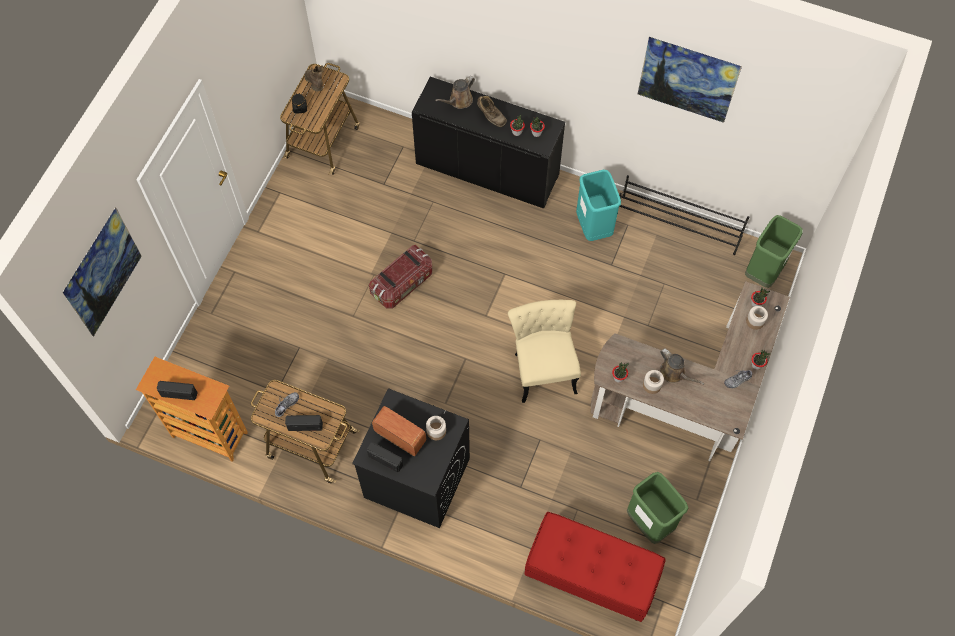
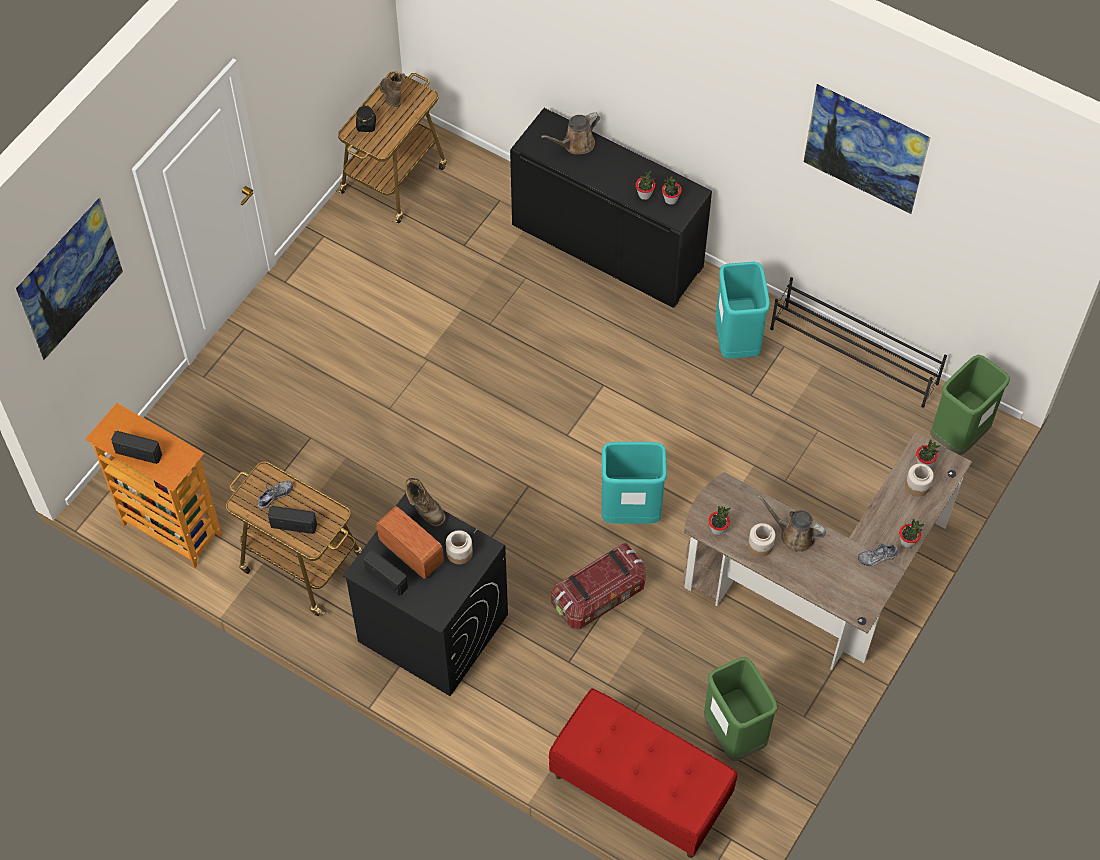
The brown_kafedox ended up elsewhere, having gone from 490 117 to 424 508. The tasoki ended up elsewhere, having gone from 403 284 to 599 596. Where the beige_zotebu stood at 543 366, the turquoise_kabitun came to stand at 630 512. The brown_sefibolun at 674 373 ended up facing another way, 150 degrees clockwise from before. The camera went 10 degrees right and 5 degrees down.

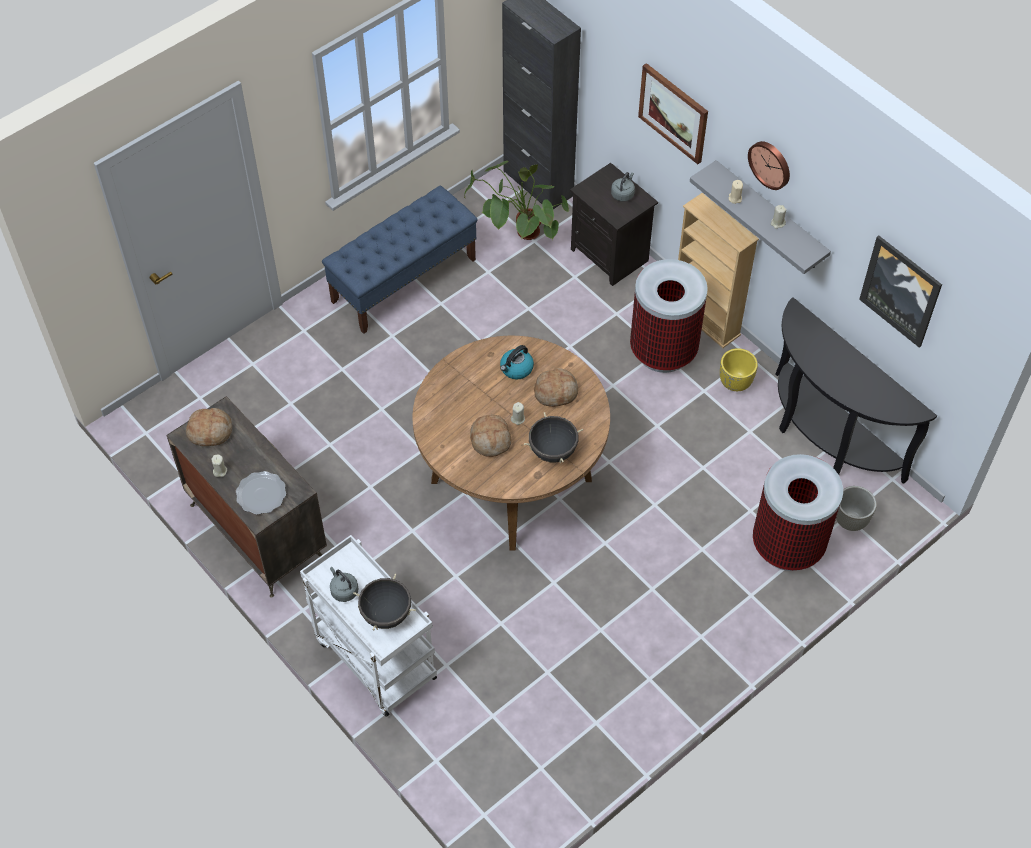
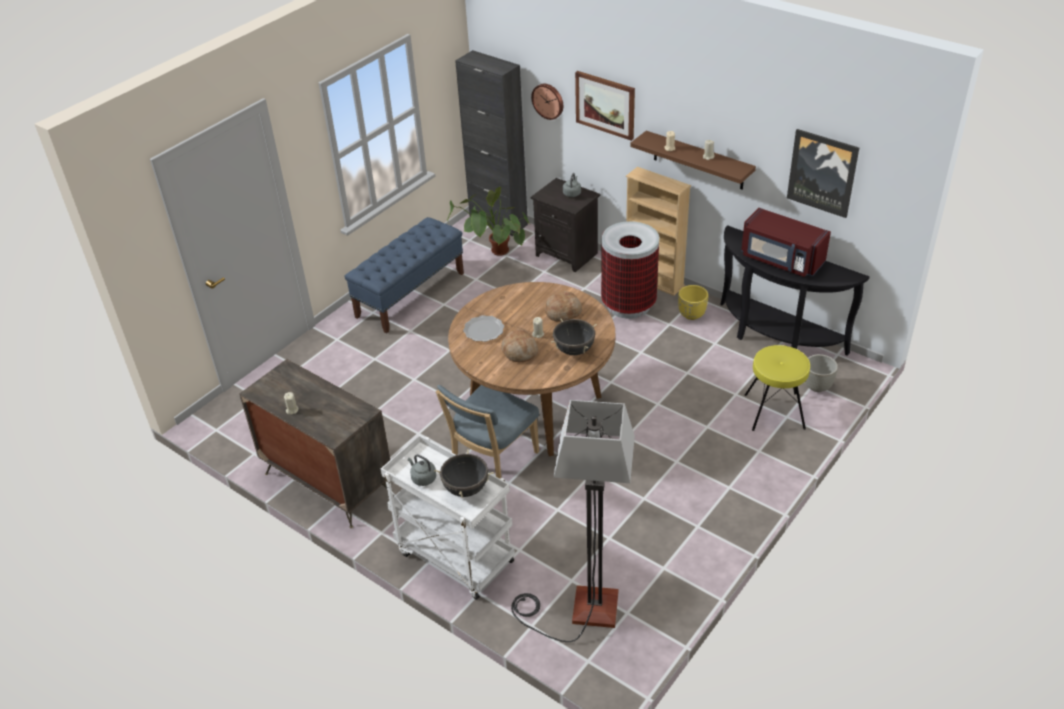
The second view gained the blue_zotebu at 492 462. The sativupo ended up elsewhere, having gone from 261 494 to 484 330. The second view gained the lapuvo at 579 610. The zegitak ended up elsewhere, having gone from 770 164 to 548 100. What was the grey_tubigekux at 770 217 turned into the brown_tubigekux at 698 160. The second view gained the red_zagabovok at 781 260. Where the kabitun stood at 788 545, the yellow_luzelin came to stand at 775 411. The second view lost the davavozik at 210 431. The second view lost the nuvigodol at 516 369. The camera went 10 degrees left and 15 degrees down.

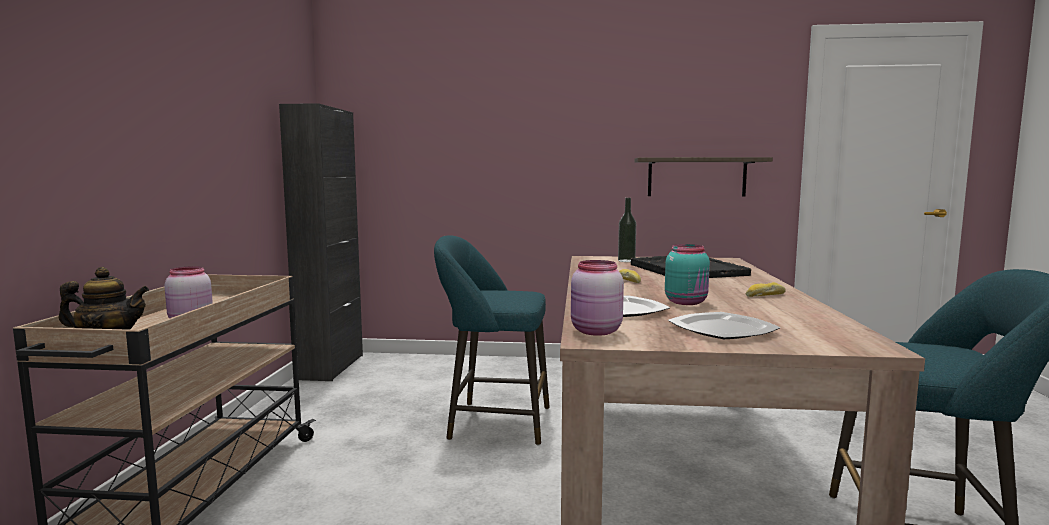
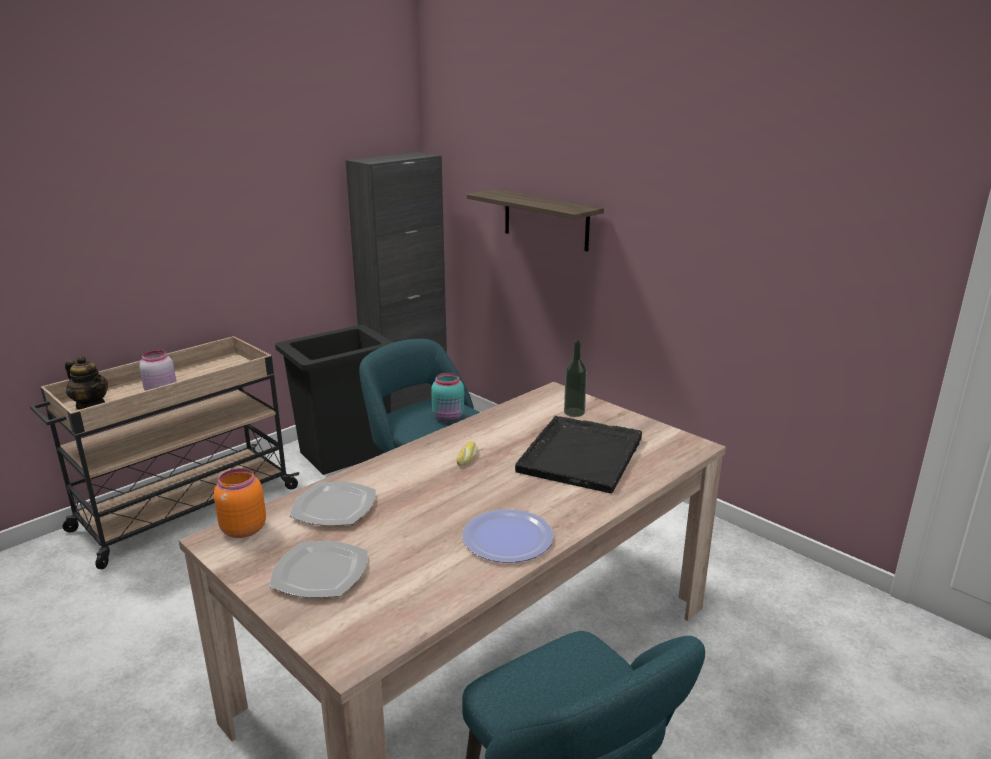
What was the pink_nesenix at 595 331 turned into the orange_nesenix at 242 529. The second view gained the black_kabitun at 344 453. The turquoise_nesenix ended up elsewhere, having gone from 687 302 to 449 417. Where the davavozik stood at 764 295, the sativupo came to stand at 507 538. The tubigekux ended up elsewhere, having gone from 696 177 to 546 220. The camera went 40 degrees right and 15 degrees up.

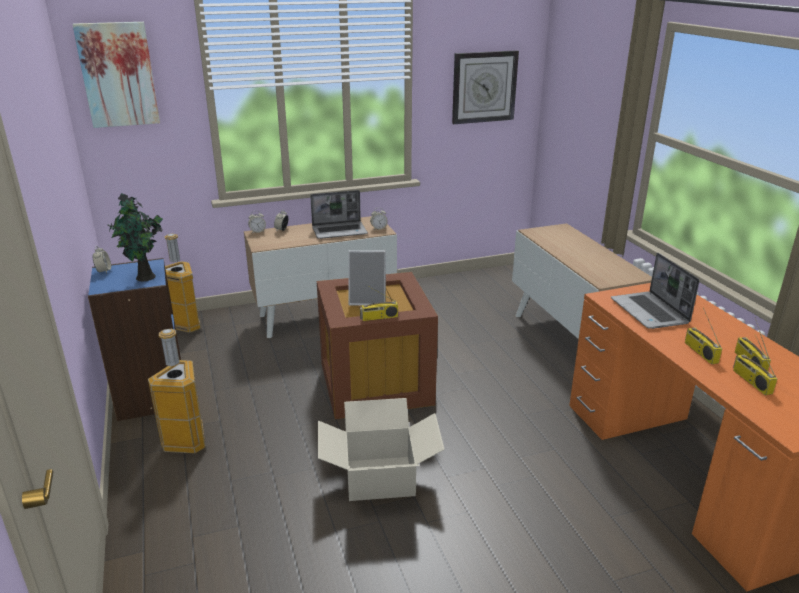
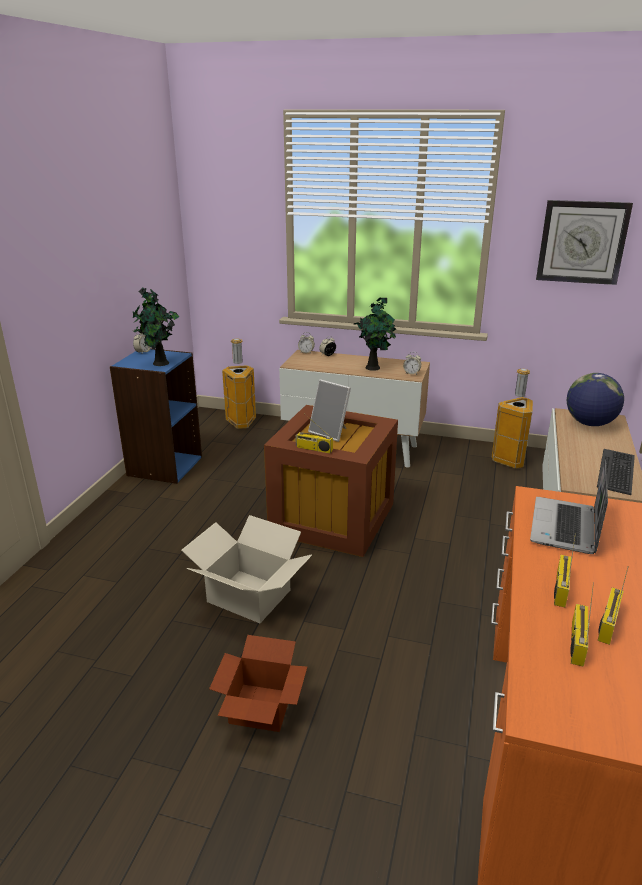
The second view gained the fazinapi at 259 708. Where the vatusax stood at 340 231, the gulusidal came to stand at 374 367. The kabitun ended up elsewhere, having gone from 187 441 to 510 460. The second view gained the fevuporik at 590 423. The second view gained the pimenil at 617 472. The second view lost the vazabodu at 118 75. The camera went 35 degrees right and 0 degrees up.

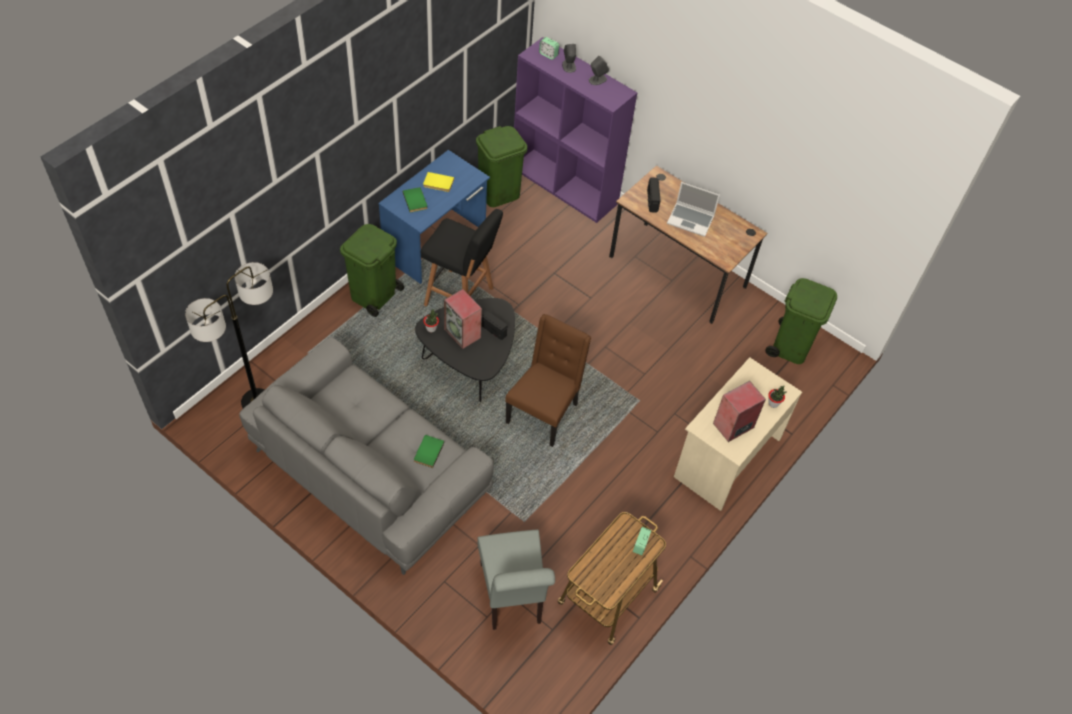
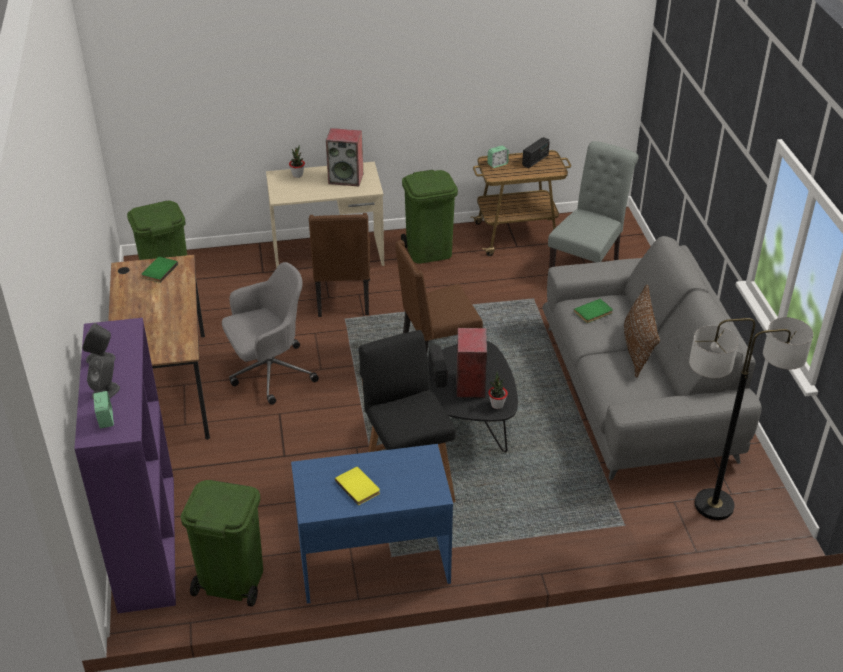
The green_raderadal ended up elsewhere, having gone from 416 200 to 158 270. The second view gained the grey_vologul at 269 372. The second view gained the brown_zotebu at 343 299. The green_kabitun ended up elsewhere, having gone from 373 295 to 429 252. The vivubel ended up elsewhere, having gone from 652 200 to 535 160. The second view gained the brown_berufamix at 637 348. The second view lost the vatusax at 691 220. The camera went 135 degrees left and 15 degrees down.

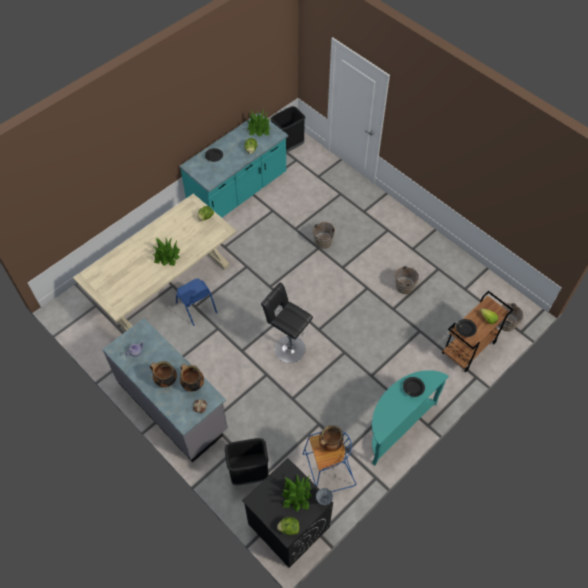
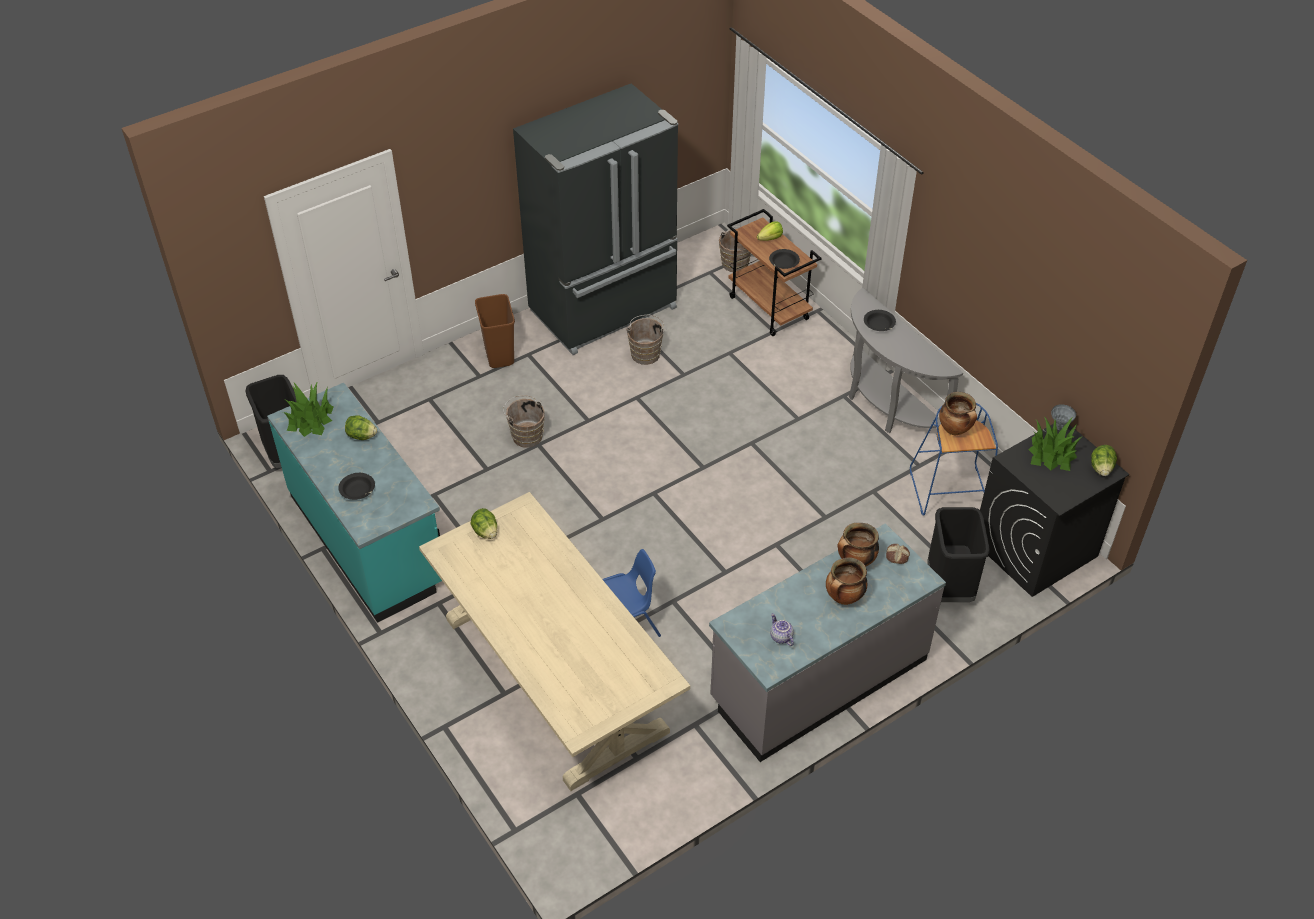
The second view gained the brown_kabitun at 500 356. The second view gained the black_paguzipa at 605 310. What was the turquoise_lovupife at 396 425 turned into the grey_lovupife at 884 405. The second view lost the gulusidal at 167 255. The second view lost the black_luzelin at 287 348. The camera went 80 degrees left and 10 degrees down.

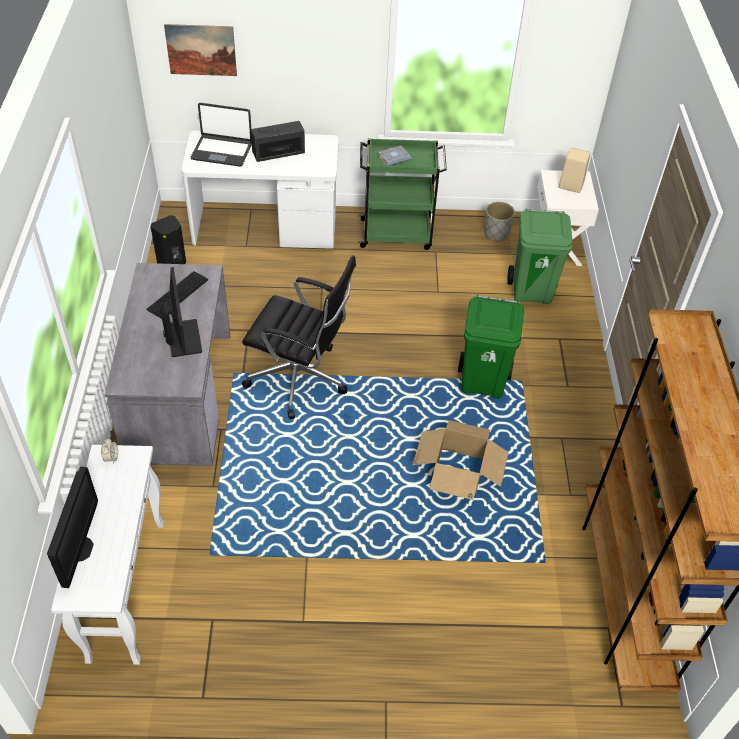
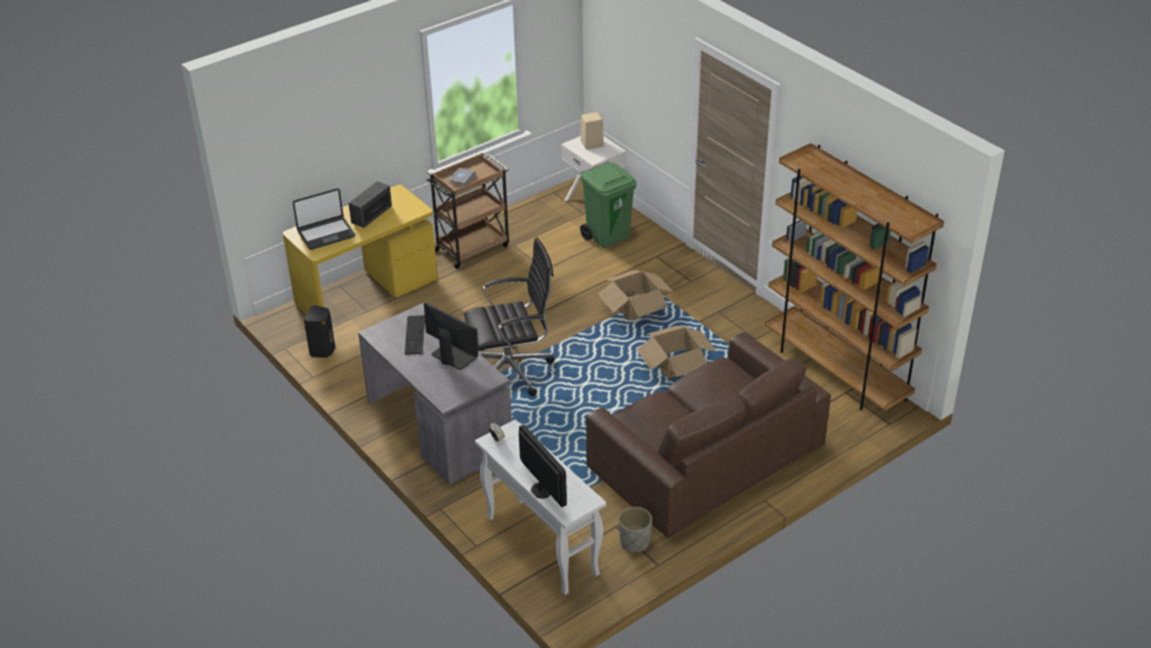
What was the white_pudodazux at 266 226 turned into the yellow_pudodazux at 367 291. What was the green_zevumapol at 397 234 turned into the brown_zevumapol at 473 247. The second view gained the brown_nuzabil at 704 457. Where the green_kabitun stood at 483 381, the fazinapi came to stand at 635 306. The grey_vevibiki ended up elsewhere, having gone from 496 233 to 634 542. The second view lost the vazabodu at 201 50. The camera went 35 degrees left and 10 degrees down.

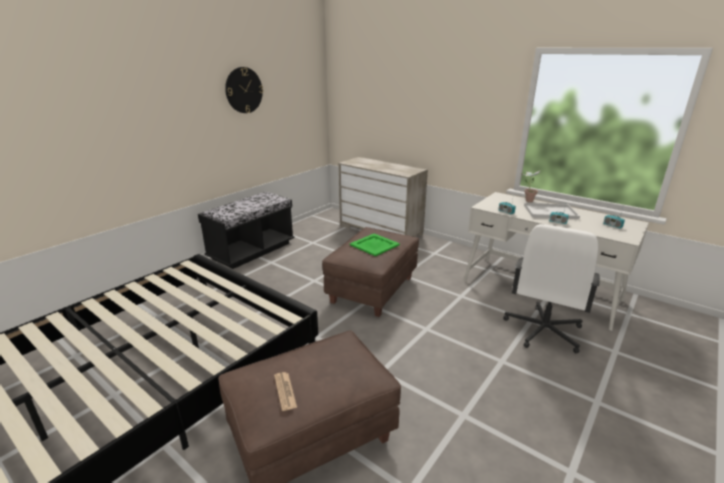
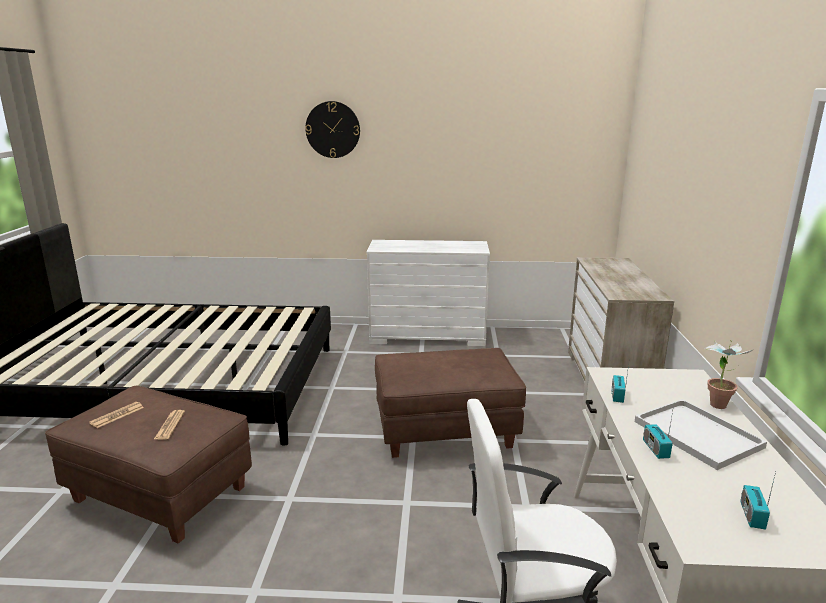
The second view gained the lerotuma at 169 425. The zegitak ended up elsewhere, having gone from 244 90 to 333 129. Where the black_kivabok stood at 252 251, the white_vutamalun came to stand at 428 335. The second view lost the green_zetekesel at 374 245. The camera went 55 degrees right and 5 degrees down.

